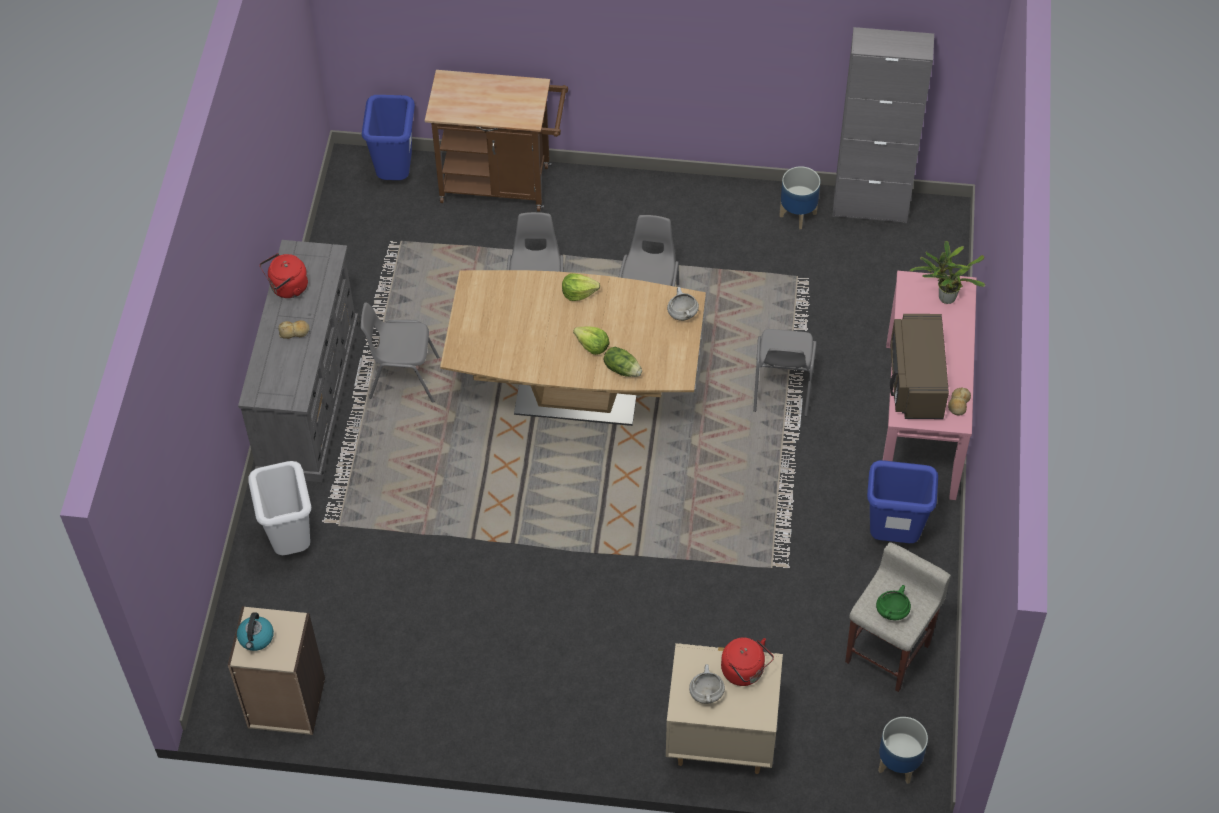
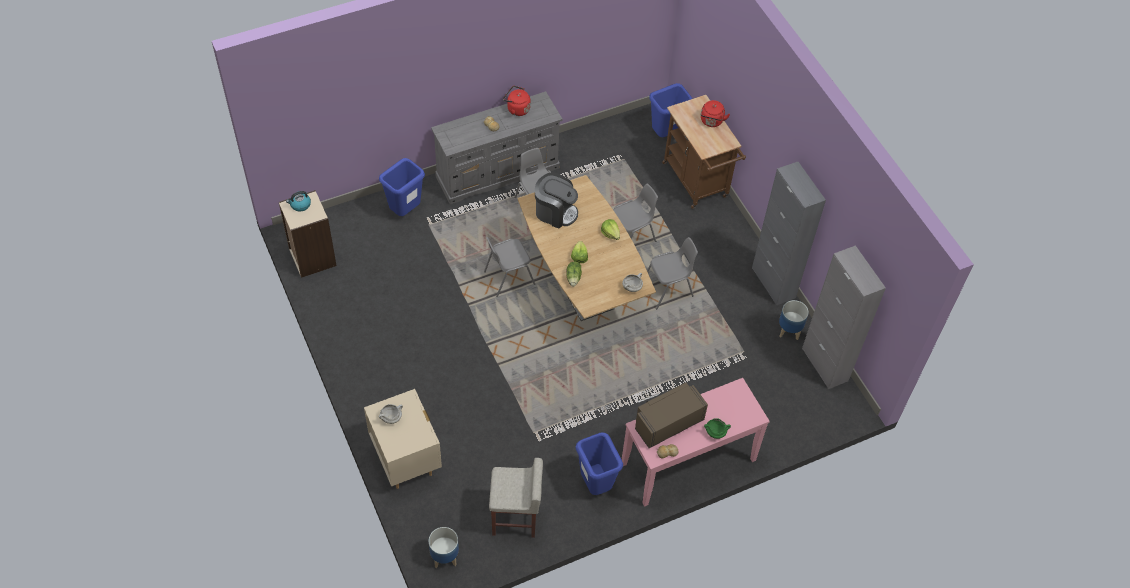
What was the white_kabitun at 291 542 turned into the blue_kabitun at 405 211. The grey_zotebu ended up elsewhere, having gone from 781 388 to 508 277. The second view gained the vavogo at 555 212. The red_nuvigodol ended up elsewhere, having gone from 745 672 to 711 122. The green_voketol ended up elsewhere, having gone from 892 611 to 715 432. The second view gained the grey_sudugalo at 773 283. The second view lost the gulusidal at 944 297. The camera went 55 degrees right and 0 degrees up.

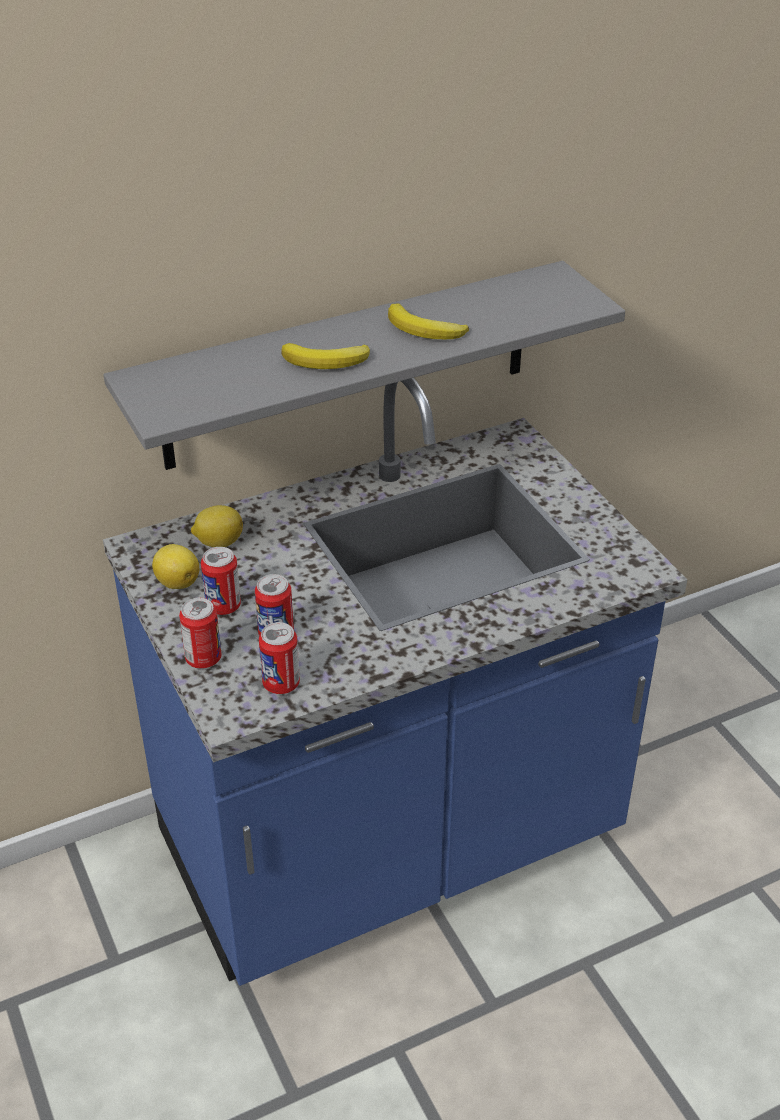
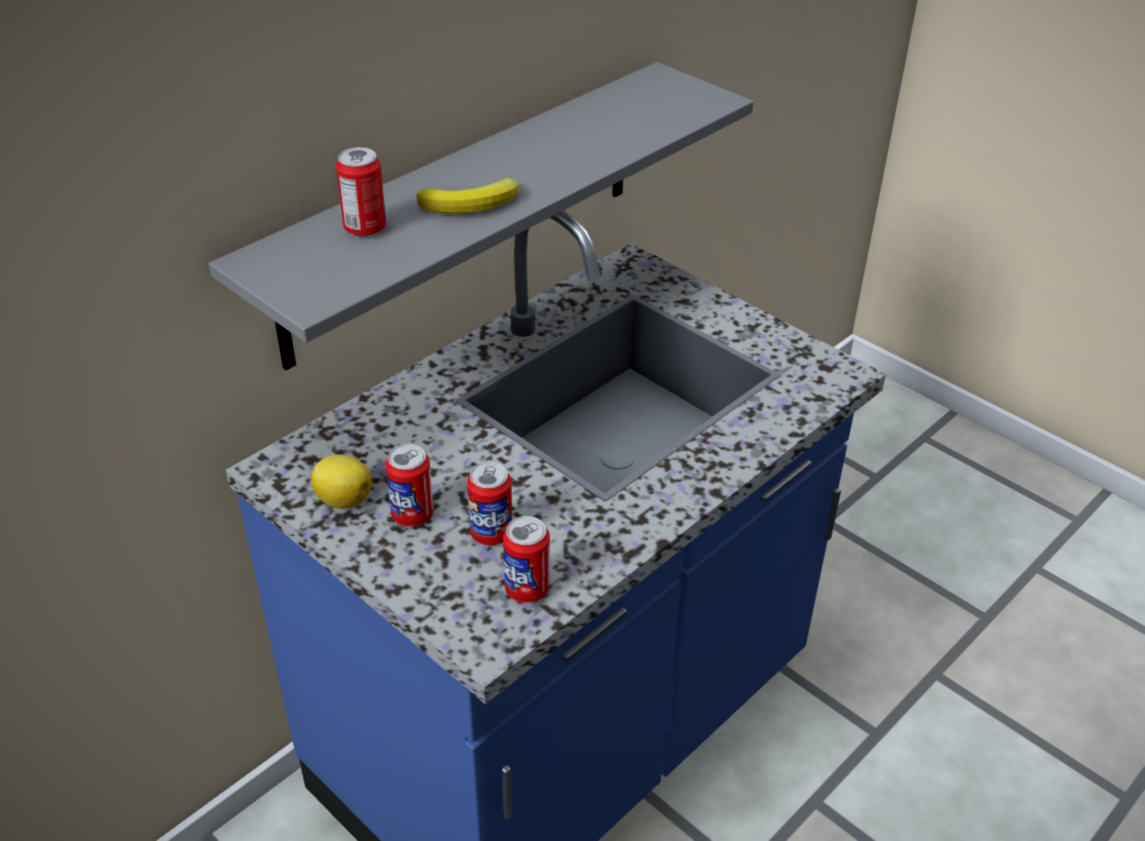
The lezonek ended up elsewhere, having gone from 203 658 to 365 228. The second view lost the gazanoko at 218 542. The second view lost the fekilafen at 424 330. The camera went 20 degrees left and 0 degrees up.

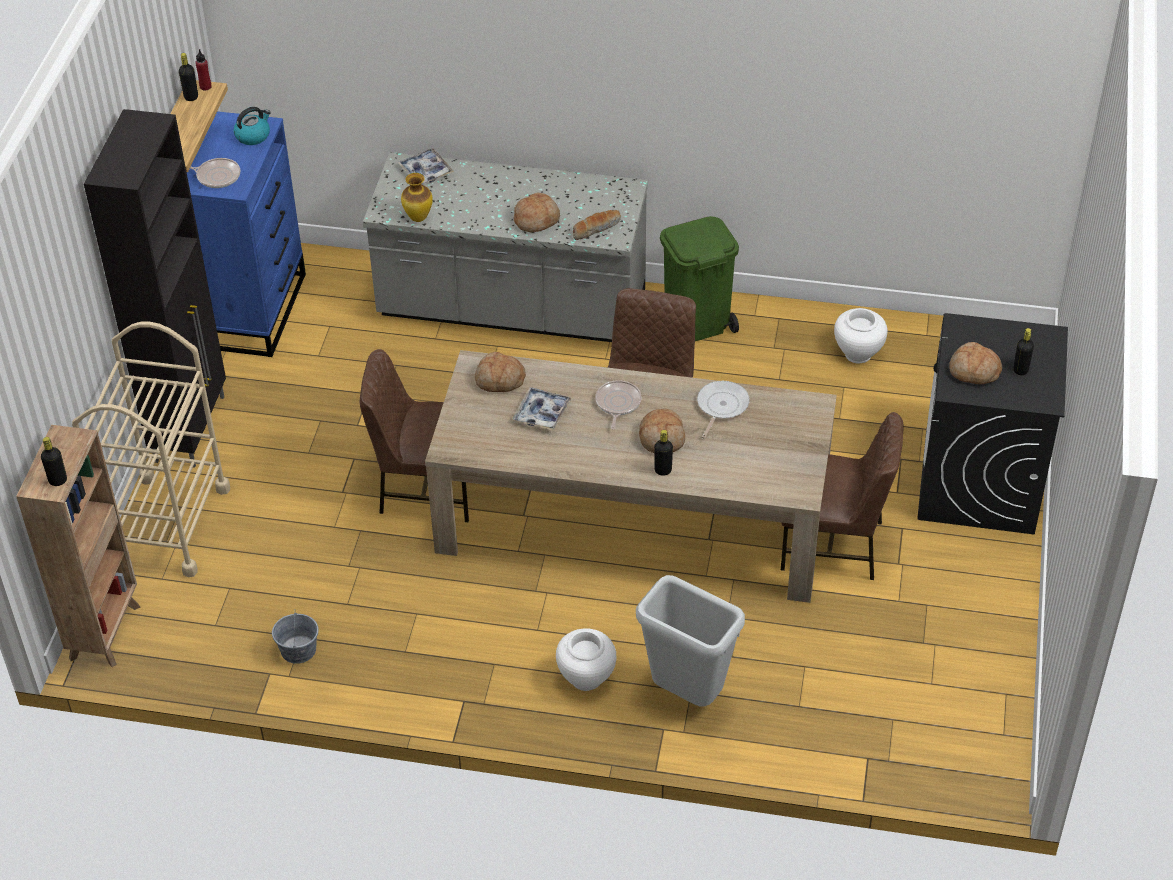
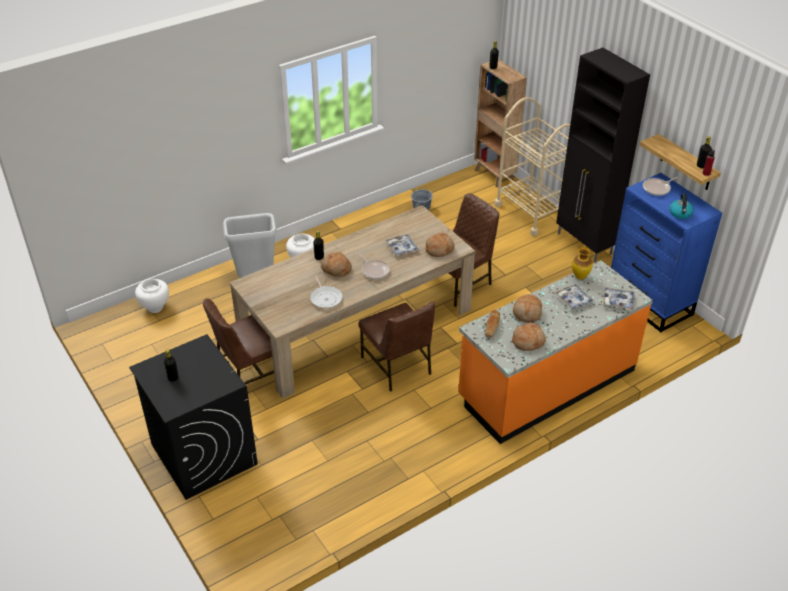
The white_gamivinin ended up elsewhere, having gone from 858 354 to 155 307. What was the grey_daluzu at 512 308 turned into the orange_daluzu at 546 384. The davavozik ended up elsewhere, having gone from 974 371 to 528 341. The second view gained the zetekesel at 573 299. The second view lost the green_kabitun at 696 324. The camera went 135 degrees right and 5 degrees down.

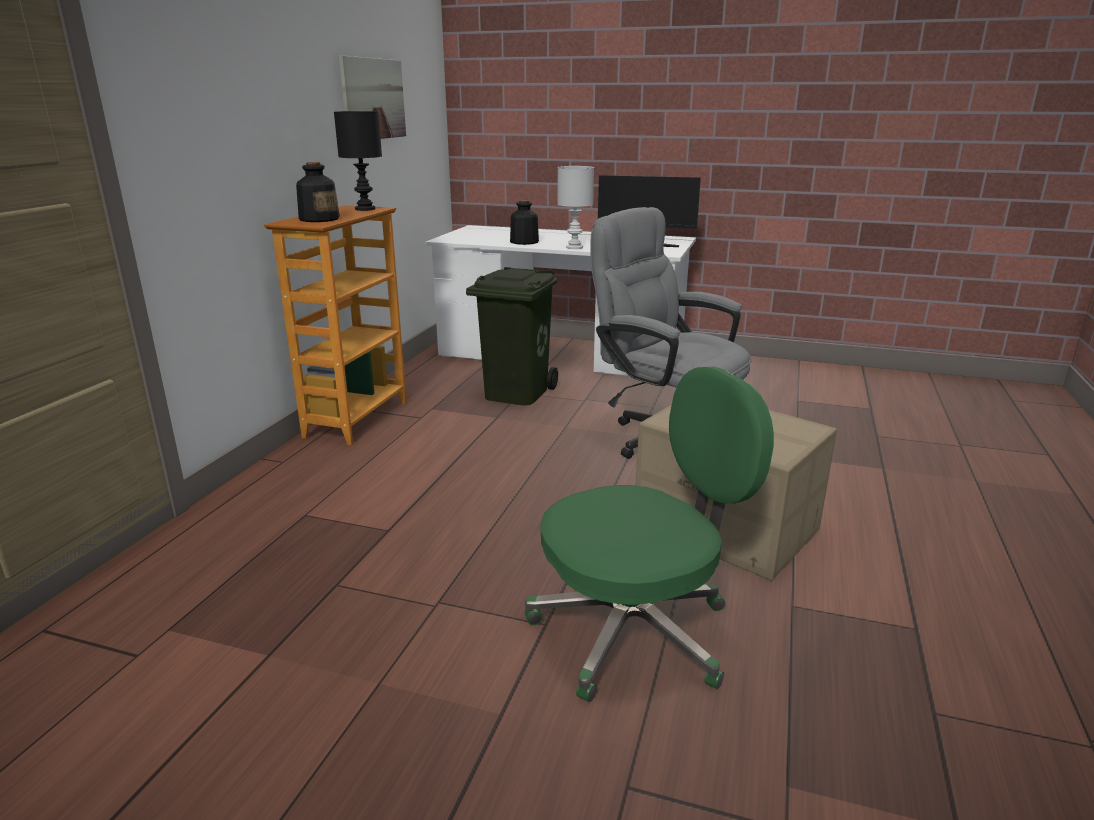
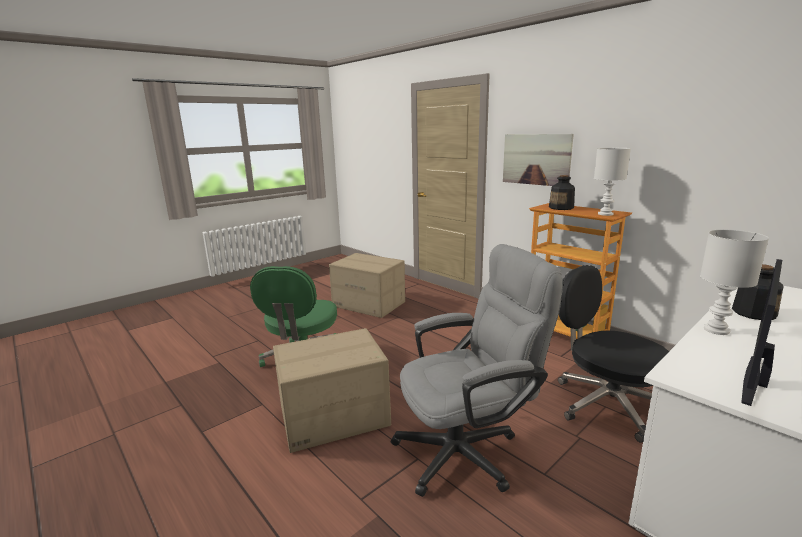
The second view gained the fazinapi at 369 304. The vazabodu ended up elsewhere, having gone from 373 99 to 536 159. Where the green_kabitun stood at 515 392, the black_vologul came to stand at 606 404. What was the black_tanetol at 364 209 turned into the white_tanetol at 604 214. The camera went 120 degrees right and 5 degrees down.

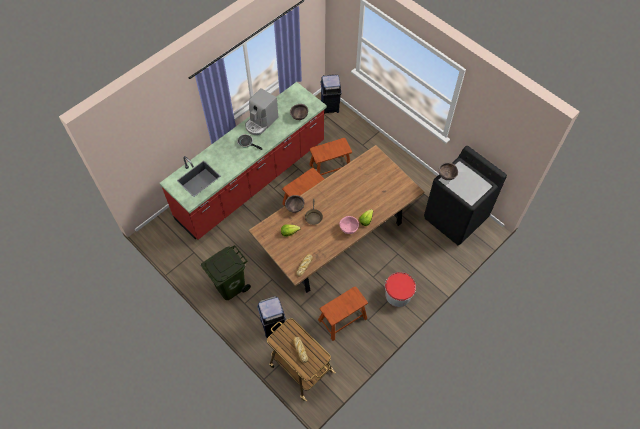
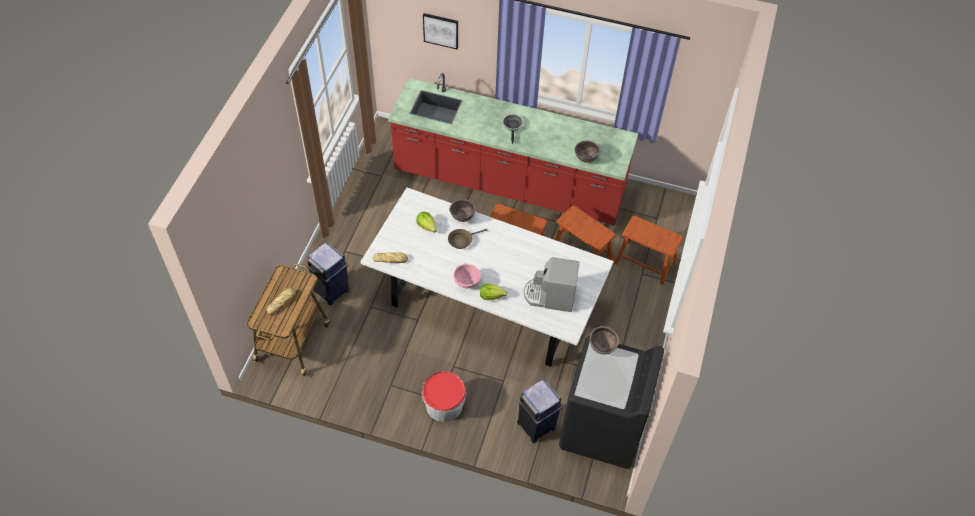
What was the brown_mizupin at 336 237 turned into the white_mizupin at 485 303. The second view gained the vazabodu at 441 30. The blue_kabitun ended up elsewhere, having gone from 330 107 to 536 426. The vavogo ended up elsewhere, having gone from 261 122 to 549 296. The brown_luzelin ended up elsewhere, having gone from 342 319 to 645 262. The second view lost the green_kabitun at 230 286. The camera went 60 degrees right and 5 degrees down.

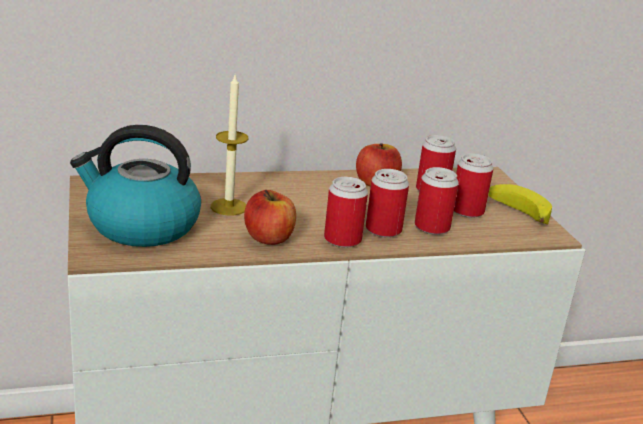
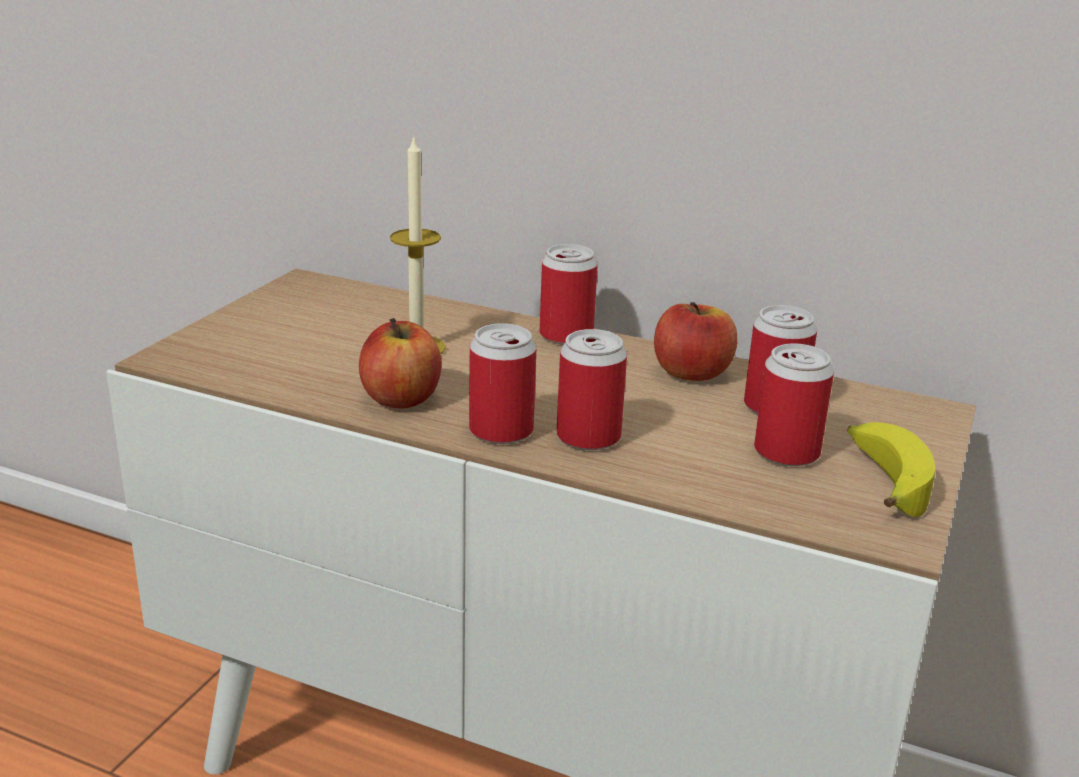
The lezonek ended up elsewhere, having gone from 432 227 to 566 335. The second view lost the nuvigodol at 141 226. The camera went 40 degrees right and 0 degrees up.

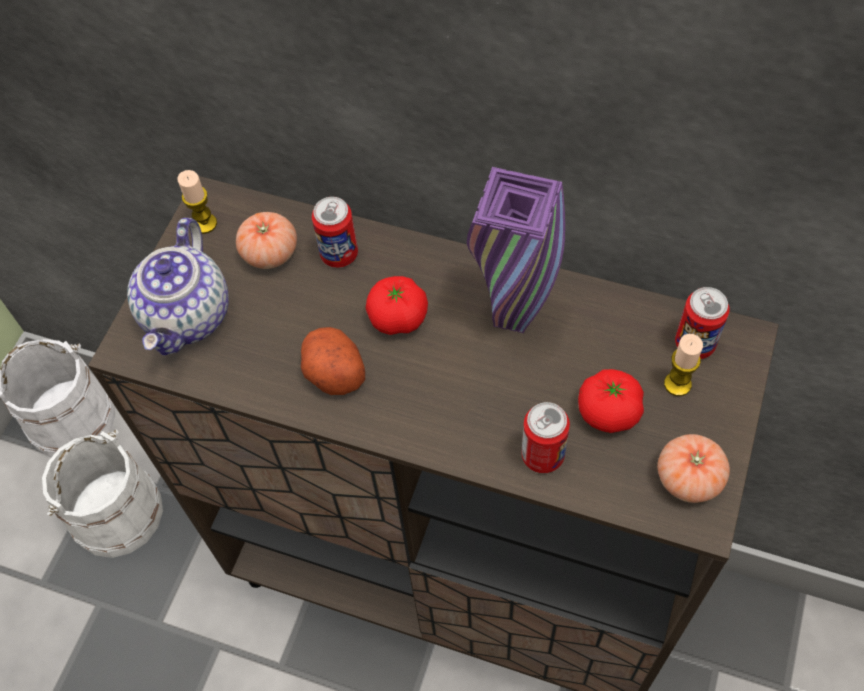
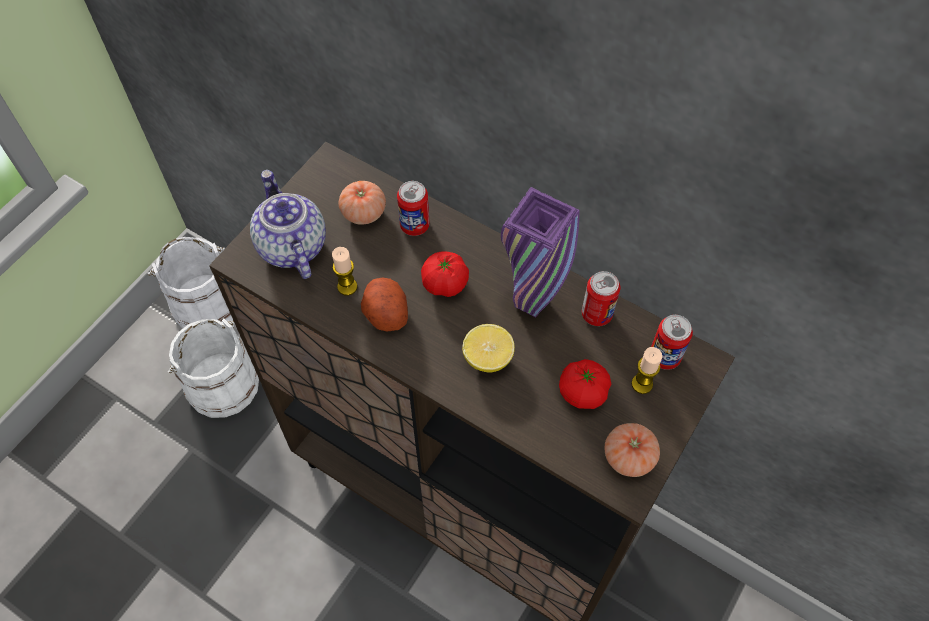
The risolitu at 188 316 ended up facing another way, 135 degrees clockwise from before. The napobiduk ended up elsewhere, having gone from 205 224 to 347 287. The second view gained the gazanoko at 488 357. The lezonek ended up elsewhere, having gone from 542 455 to 596 314. The camera went 10 degrees right and 0 degrees up.

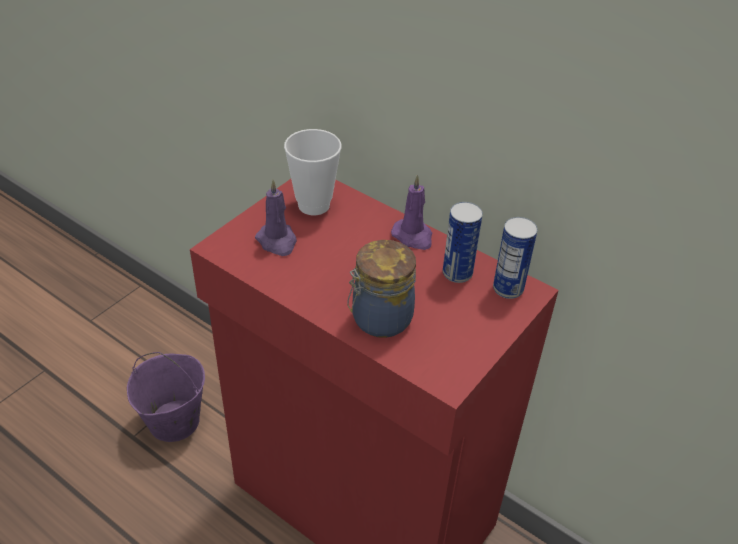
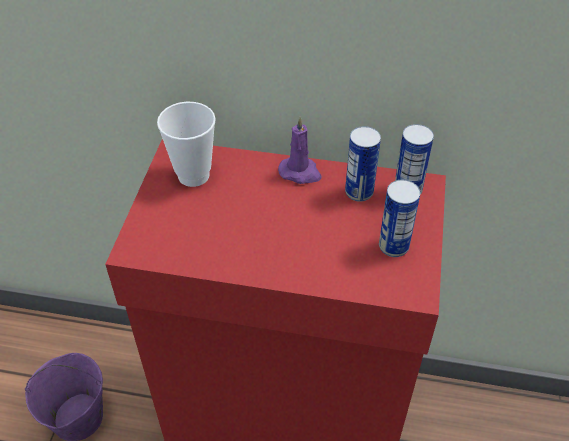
The second view gained the lezonek at 393 246. The second view lost the purple_napobiduk at 277 241. The second view lost the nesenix at 379 319. The camera went 25 degrees left and 5 degrees up.

